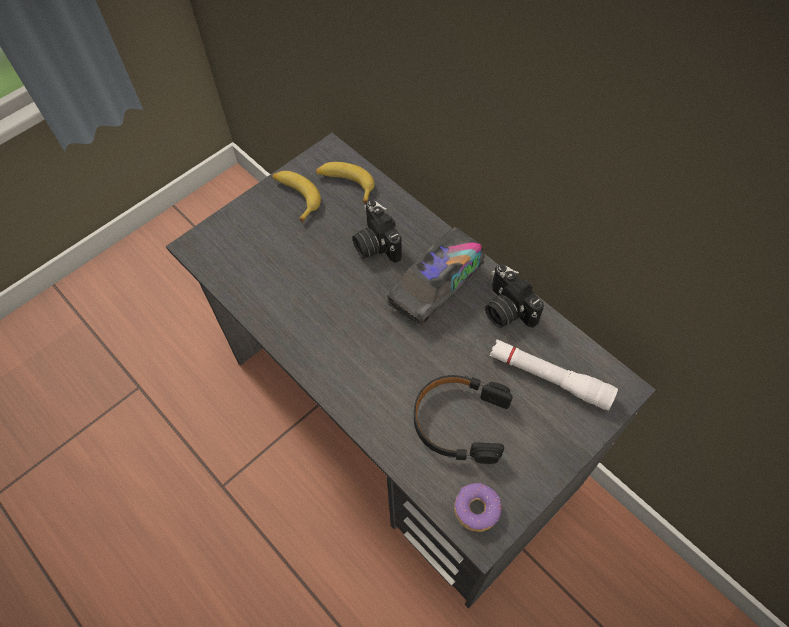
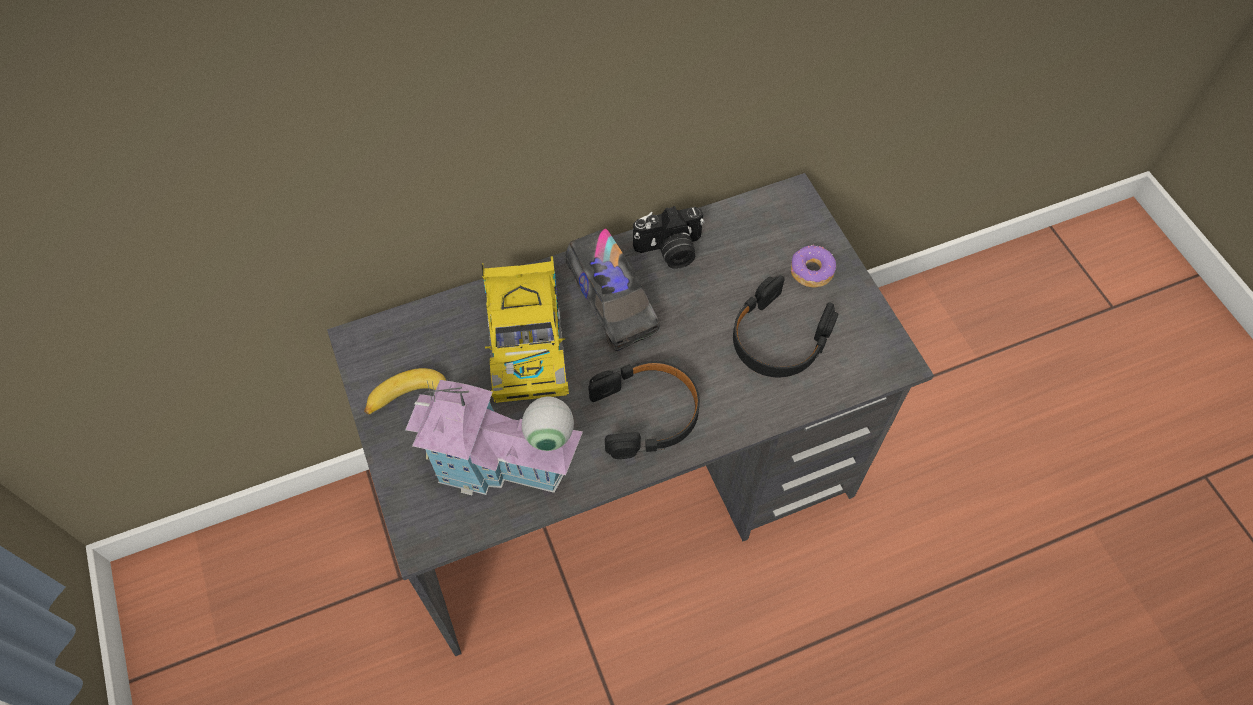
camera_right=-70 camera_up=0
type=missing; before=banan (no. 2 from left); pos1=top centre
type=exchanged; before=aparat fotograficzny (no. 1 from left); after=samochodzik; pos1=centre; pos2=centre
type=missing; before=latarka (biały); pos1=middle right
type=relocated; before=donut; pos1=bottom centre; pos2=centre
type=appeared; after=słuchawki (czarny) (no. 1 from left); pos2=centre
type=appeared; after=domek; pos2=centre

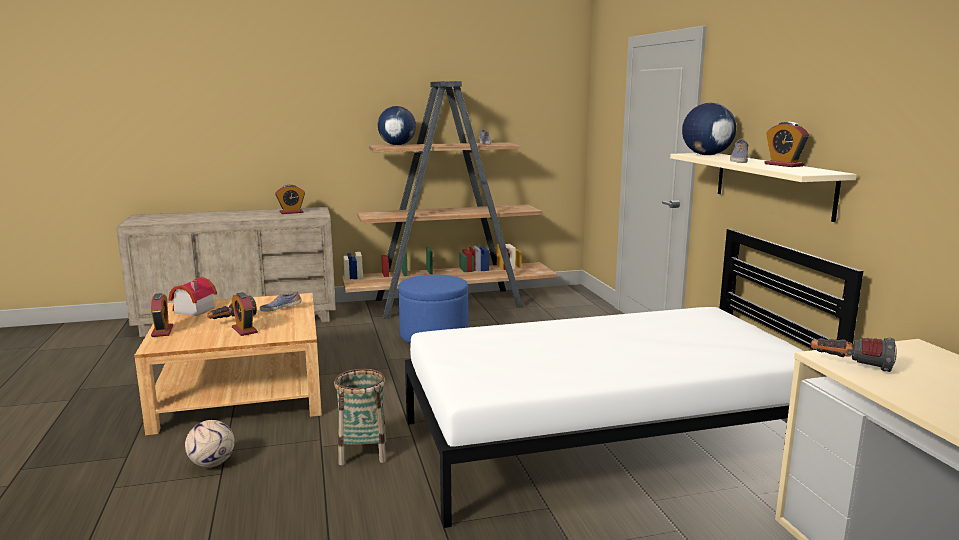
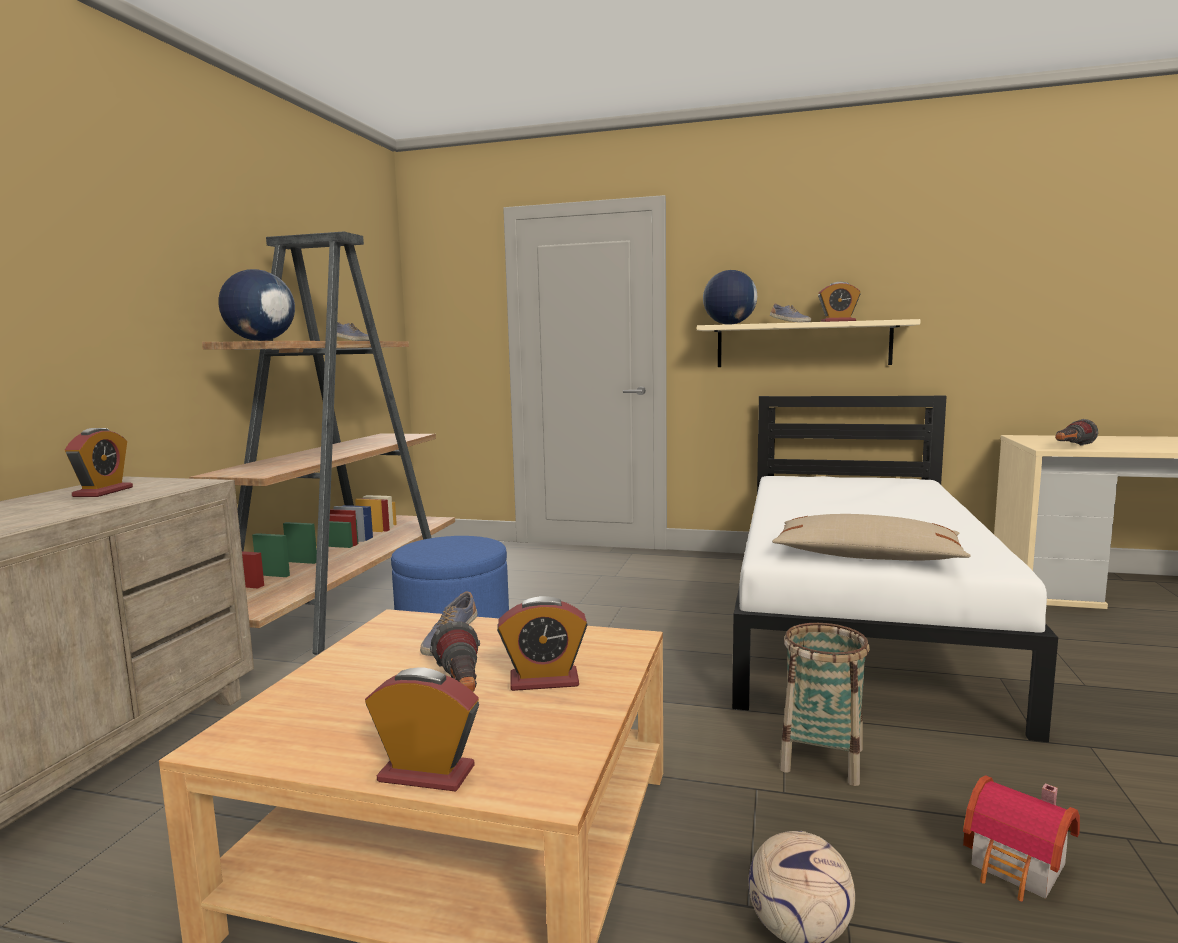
camera_right=-60 camera_up=-5
type=relocated; before=domek; pos1=middle left; pos2=bottom right
type=appeared; after=poduszka (beżowy); pos2=middle right

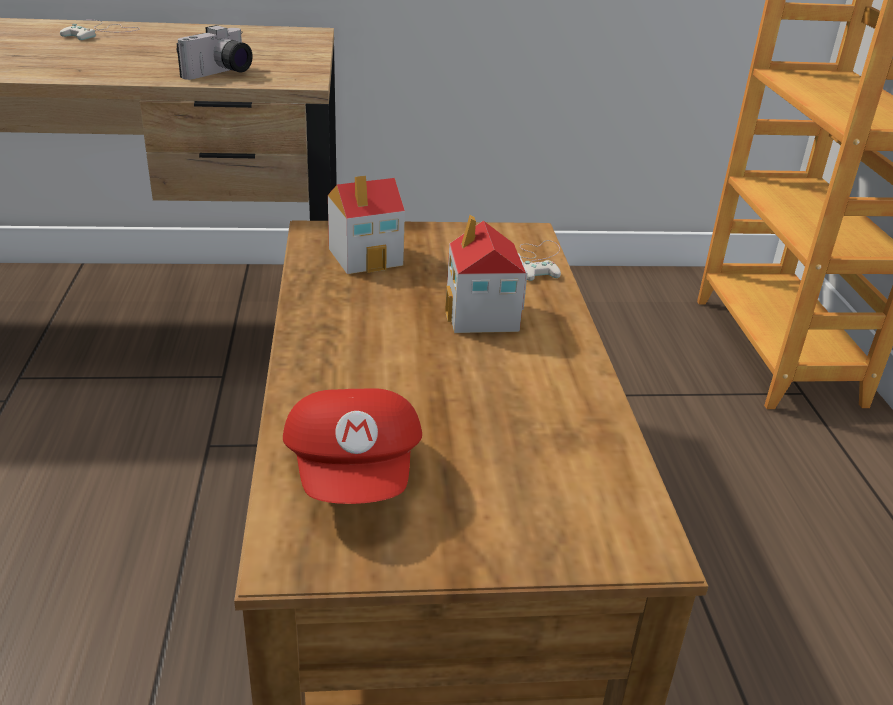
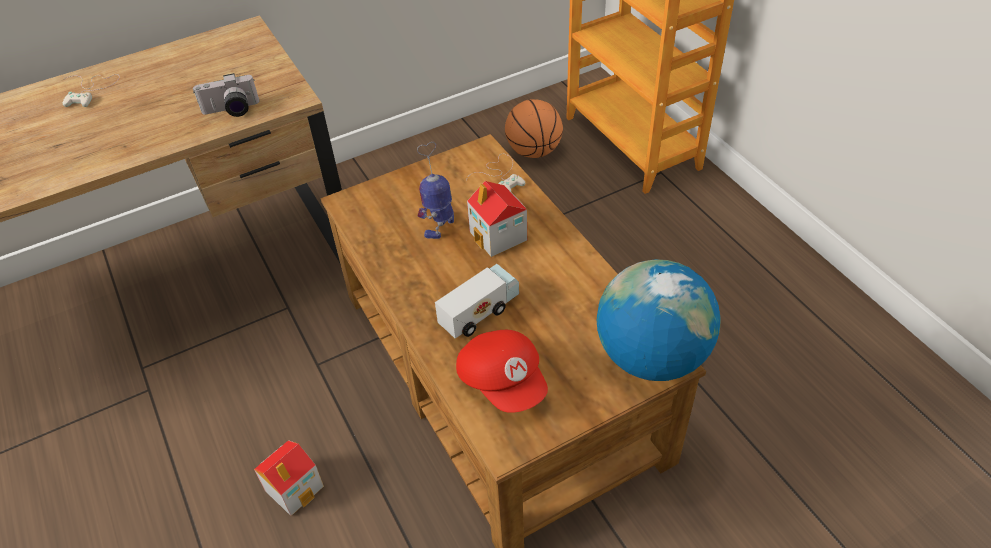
camera_right=-20 camera_up=15
type=spun; before=aparat fotograficzny; pos1=top left; pos2=top left; turn=60
type=relocated; before=domek (no. 1 from left); pos1=top centre; pos2=bottom left
type=appeared; after=piłka do koszykówki; pos2=top centre
type=appeared; after=robot zabawkowy; pos2=centre
type=appeared; after=globus; pos2=centre
type=appeared; after=ciężarówka zabawkowa; pos2=centre

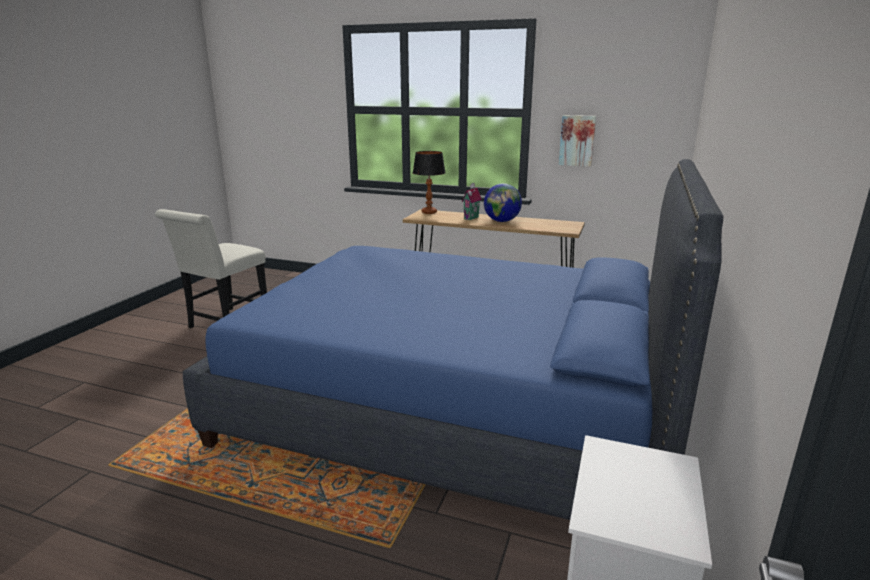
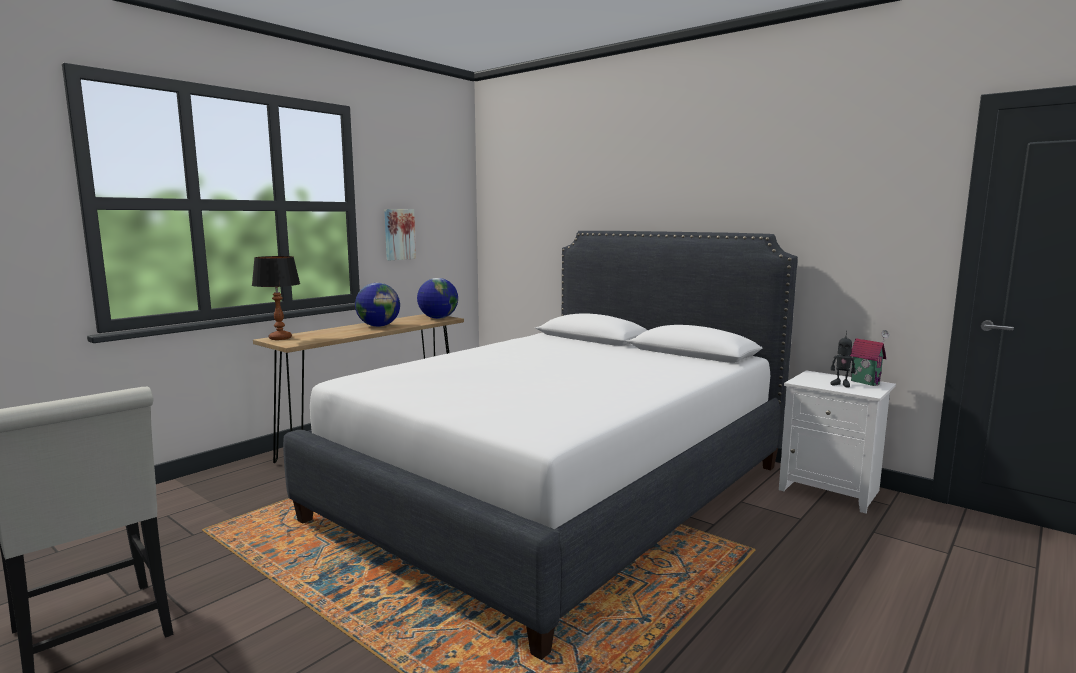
camera_right=-70 camera_up=-10
type=colour; before=łóżko (niebieski); after=łóżko (biały); pos1=centre; pos2=centre
type=relocated; before=domek; pos1=centre; pos2=middle right
type=appeared; after=globus (no. 2 from left); pos2=centre
type=appeared; after=robot zabawkowy; pos2=middle right

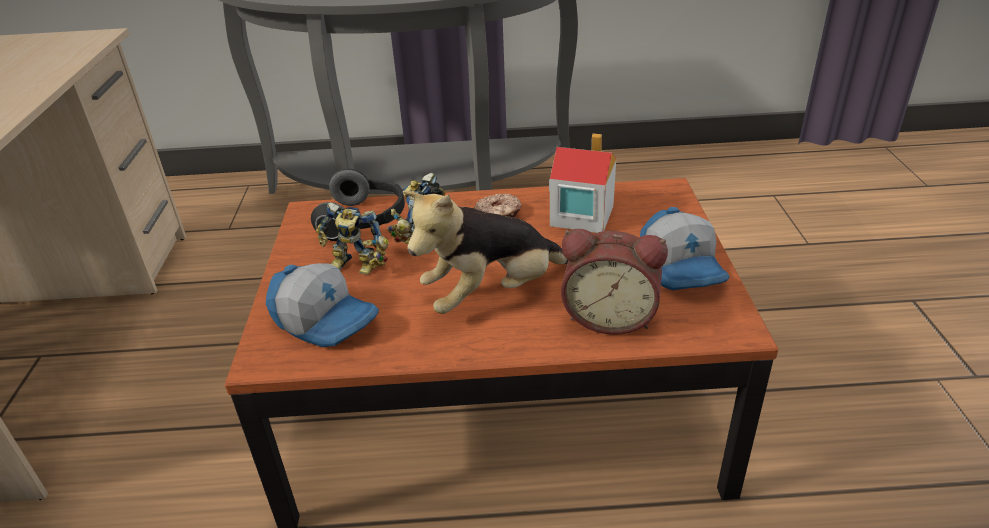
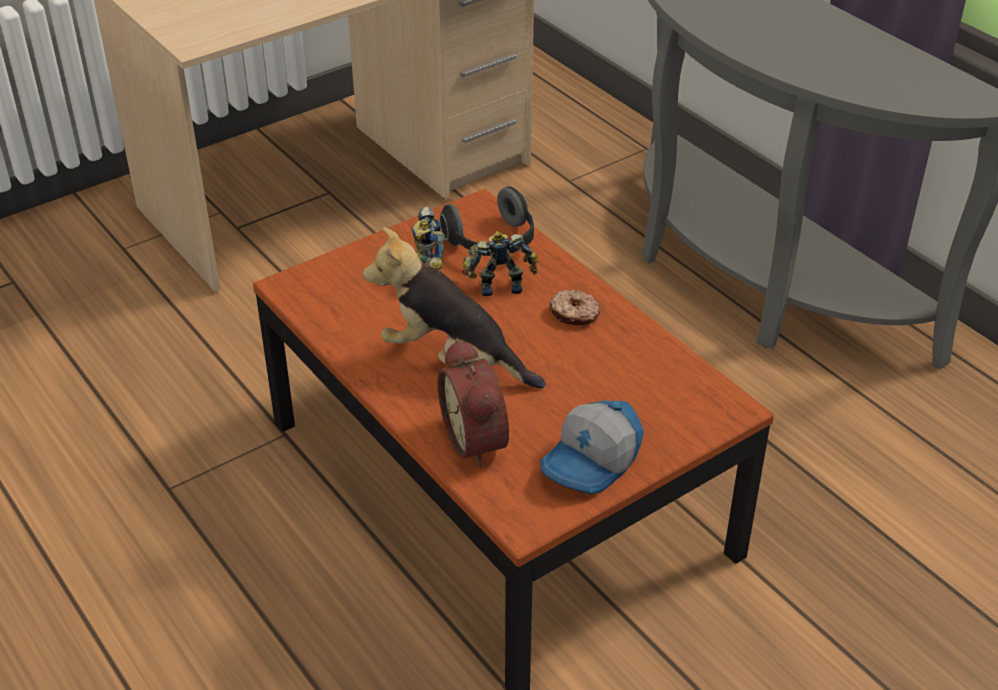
camera_right=55 camera_up=5
type=missing; before=domek; pos1=centre
type=missing; before=czapka z daszkiem (no. 1 from left); pos1=middle left

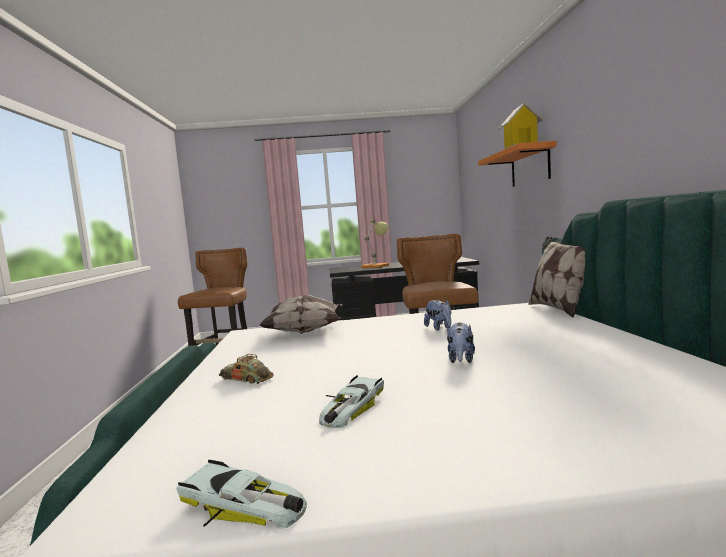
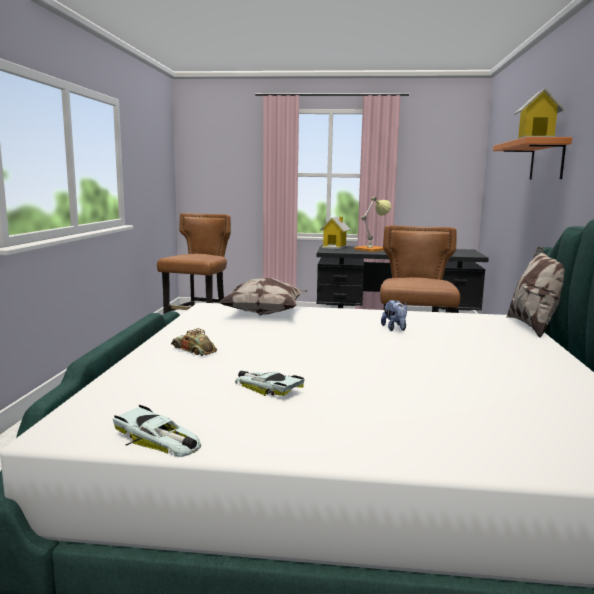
camera_right=10 camera_up=5
type=missing; before=pluszak (no. 2 from left); pos1=centre
type=spun; before=samochodzik (no. 3 from left); pos1=bottom centre; pos2=centre; turn=90
type=appeared; after=domek (no. 1 from left); pos2=centre

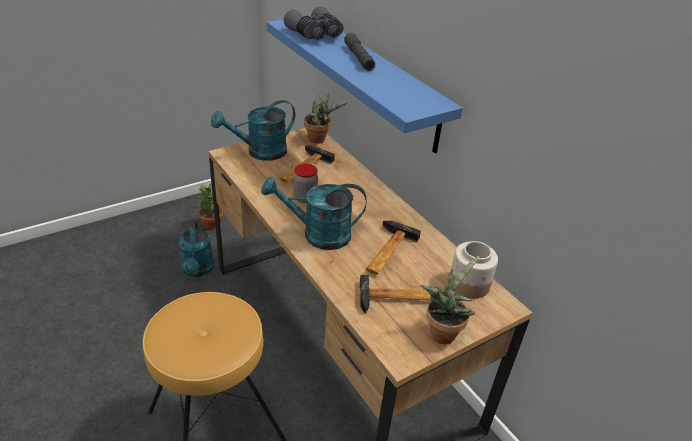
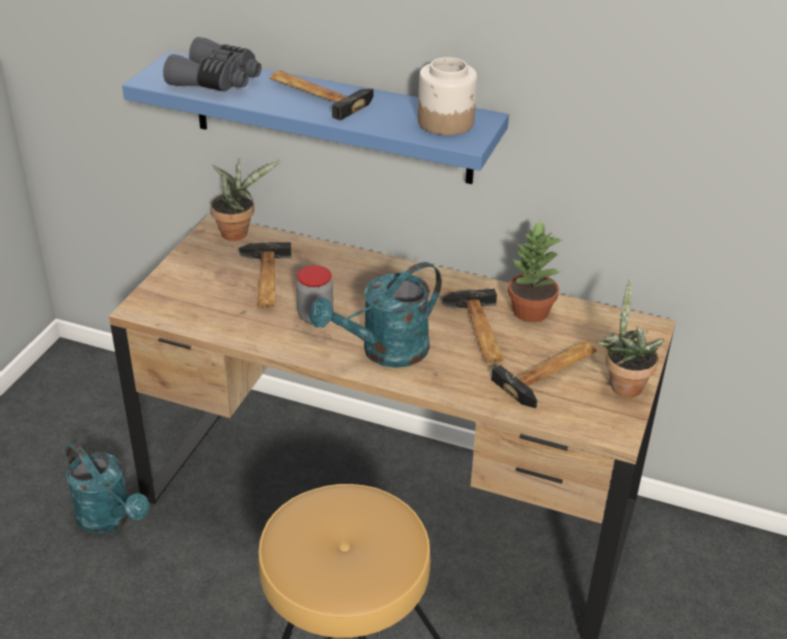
camera_right=-35 camera_up=0
type=exchanged; before=latarka (szary); after=młotek (no. 2 from left); pos1=top centre; pos2=top centre
type=missing; before=konewka (turkusowy) (no. 2 from left); pos1=top centre
type=relocated; before=roślina doniczkowa (no. 1 from left in the first image); after=roślina doniczkowa (no. 2 from left); pos1=middle left; pos2=middle right
type=relocated; before=słoik (no. 2 from left); pos1=middle right; pos2=top centre

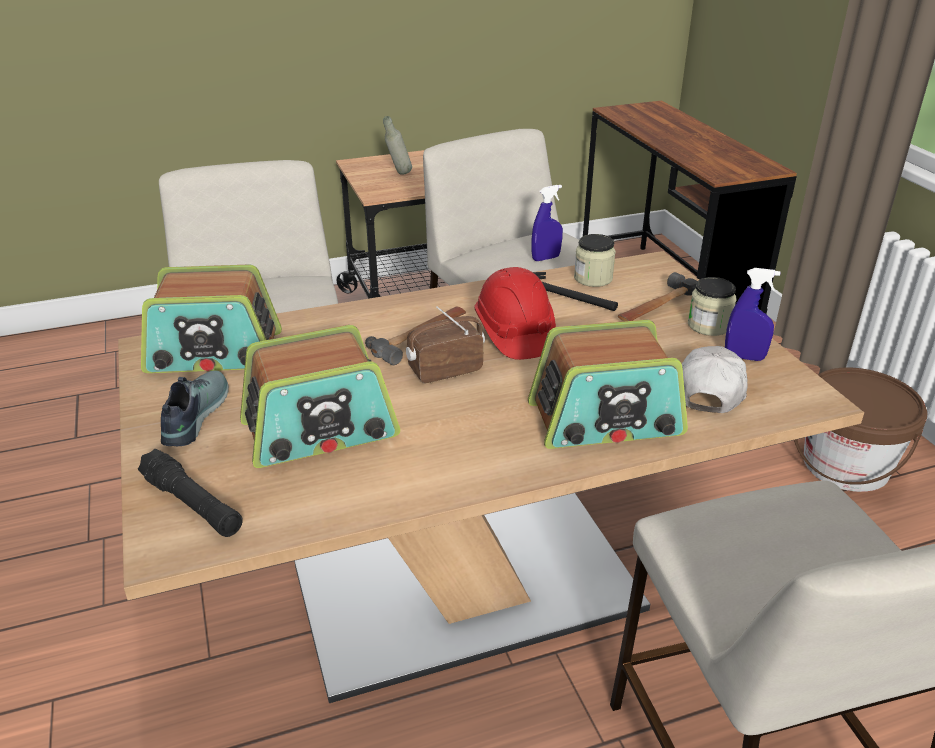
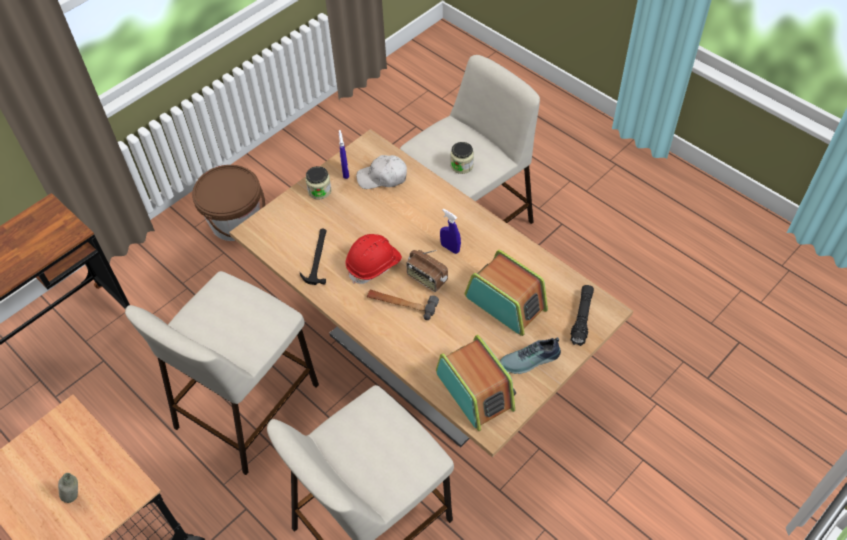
camera_right=-115 camera_up=20
type=relocated; before=spryskiwacz (niebieski) (no. 1 from left in the first image); after=spryskiwacz (niebieski) (no. 2 from left); pos1=top centre; pos2=centre
type=relocated; before=słoik (no. 1 from left in the first image); after=słoik (no. 2 from left); pos1=centre; pos2=top centre
type=missing; before=młotek (no. 3 from left); pos1=middle right
type=missing; before=radio (no. 4 from left); pos1=centre

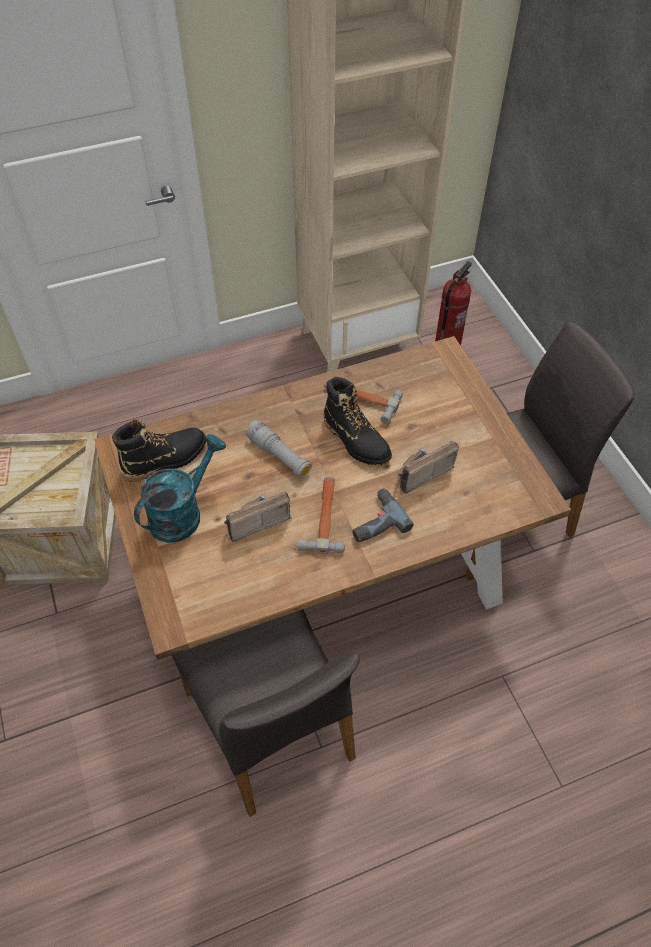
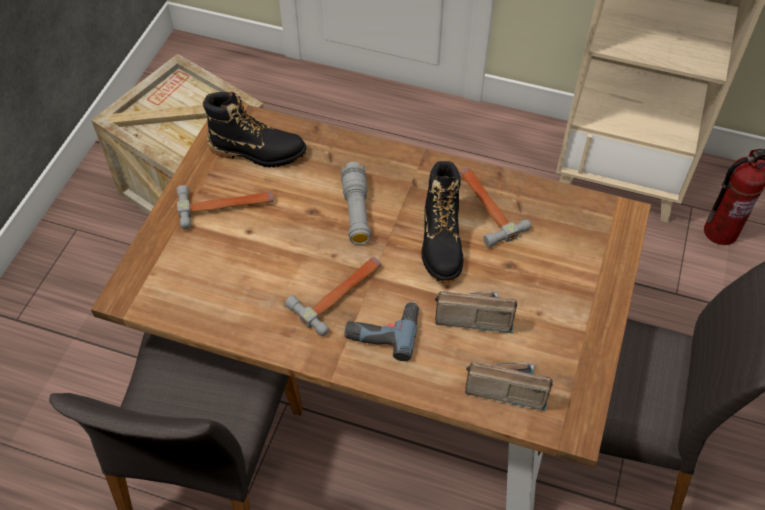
camera_right=40 camera_up=0
type=exchanged; before=konewka (turkusowy); after=młotek (no. 1 from left); pos1=middle left; pos2=middle left
type=relocated; before=radio (no. 1 from left in the first image); after=radio (no. 2 from left); pos1=centre; pos2=bottom centre

